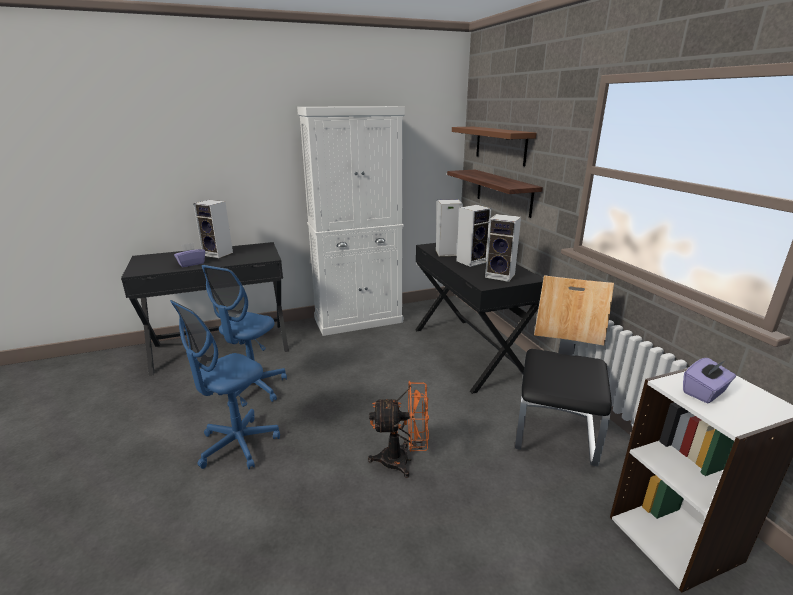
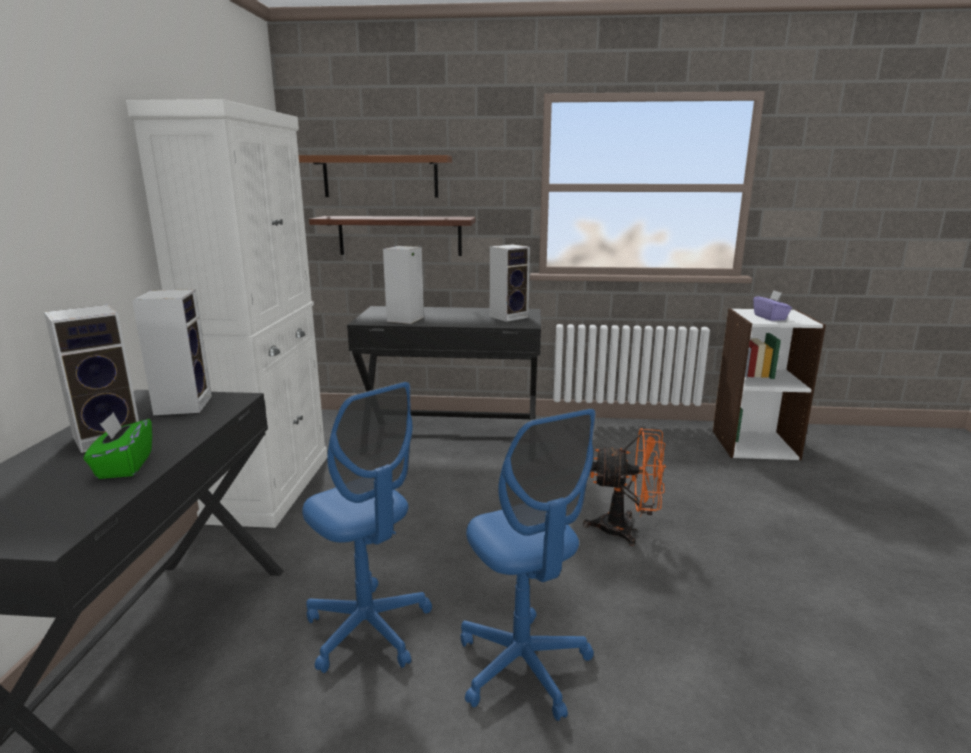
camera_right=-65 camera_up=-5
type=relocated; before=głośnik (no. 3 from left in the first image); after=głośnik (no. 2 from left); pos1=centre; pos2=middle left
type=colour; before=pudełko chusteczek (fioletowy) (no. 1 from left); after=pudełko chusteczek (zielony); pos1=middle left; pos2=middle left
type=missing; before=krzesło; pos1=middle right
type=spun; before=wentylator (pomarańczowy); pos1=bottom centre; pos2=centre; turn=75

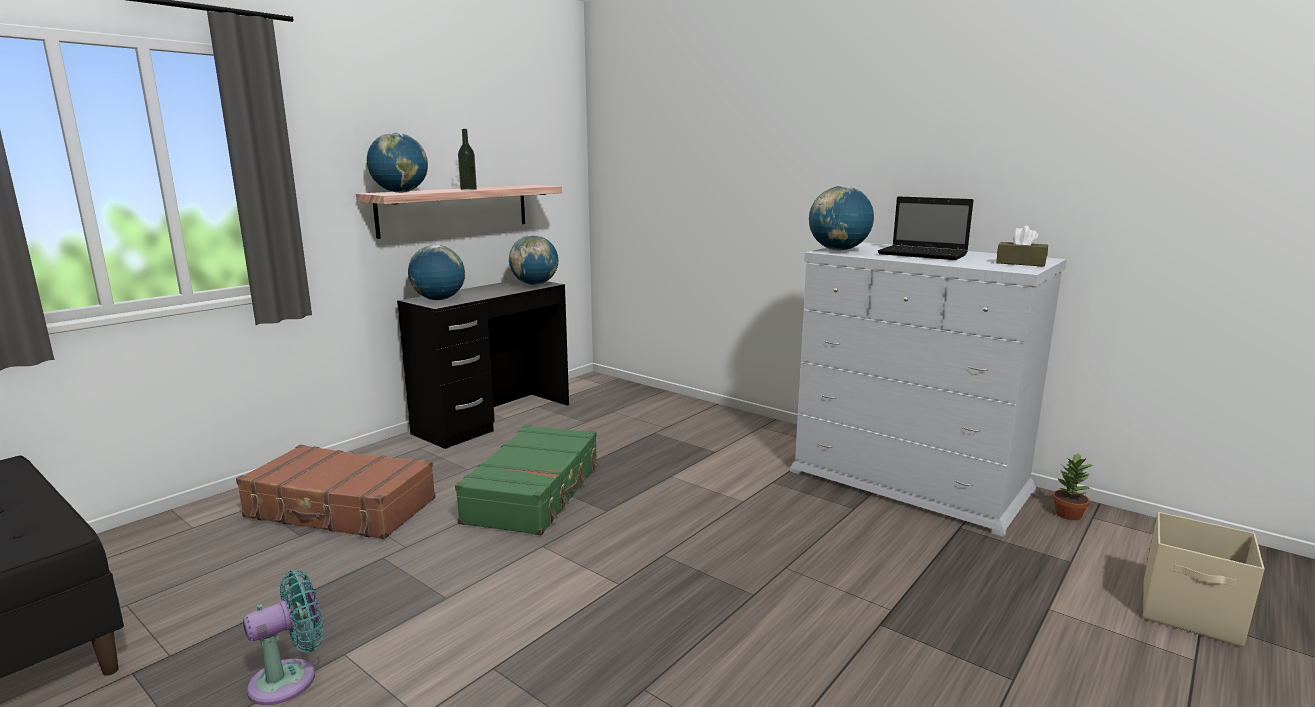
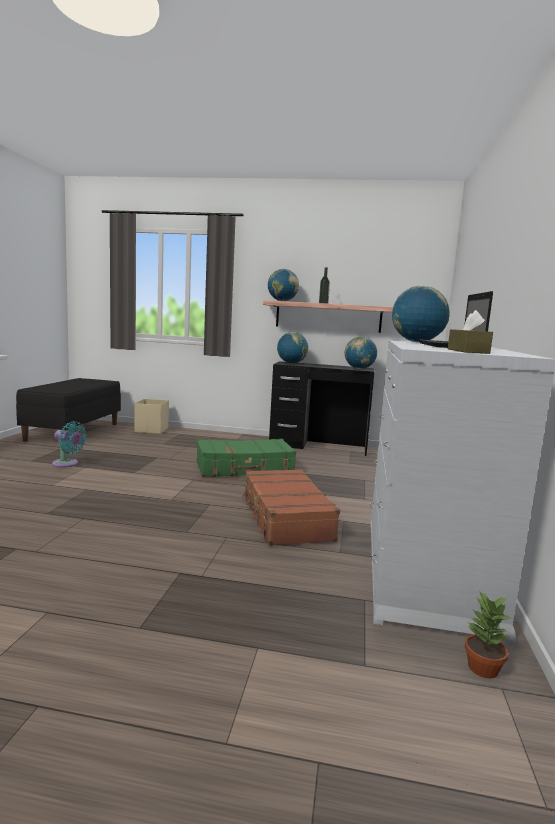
camera_right=60 camera_up=-5
type=relocated; before=walizka (brązowy); pos1=bottom left; pos2=centre
type=relocated; before=pojemnik do przechowywania (beżowy); pos1=bottom right; pos2=middle left

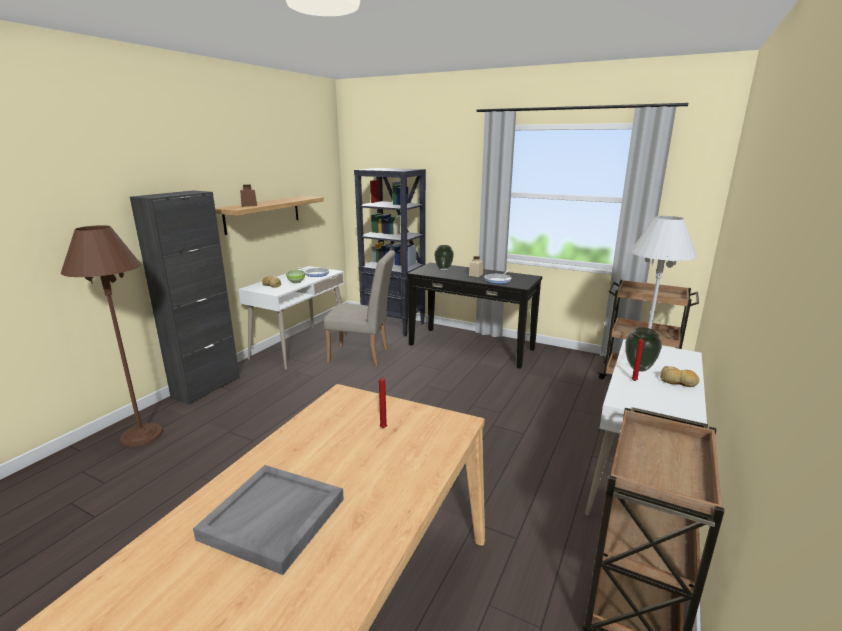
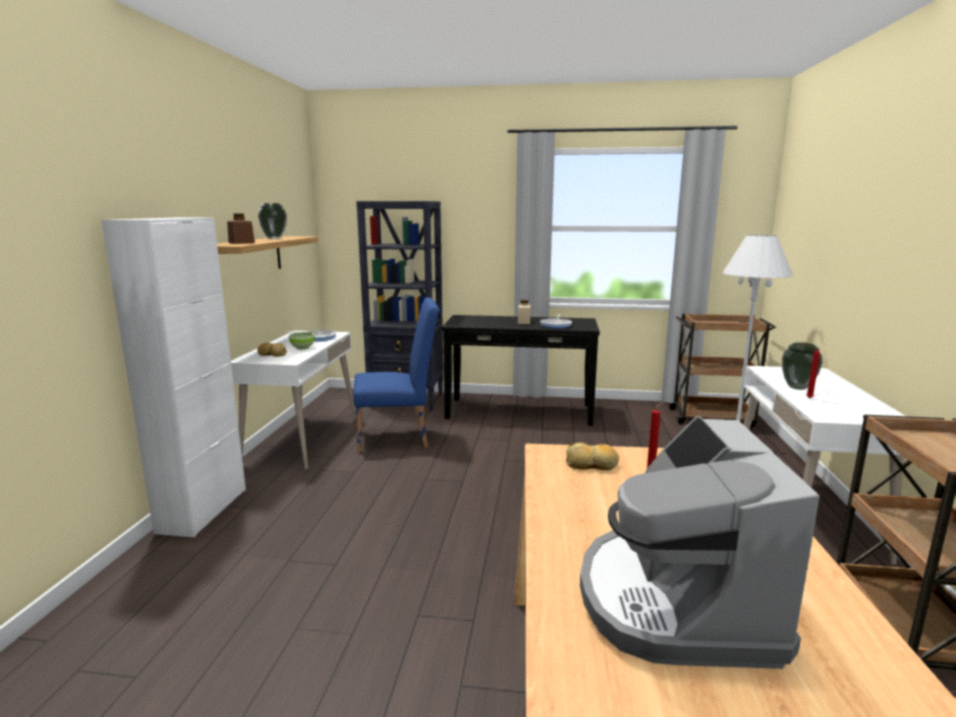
camera_right=-20 camera_up=-5
type=colour; before=szafka (czarny); after=szafka (biały); pos1=middle left; pos2=middle left
type=missing; before=lampa stojąca (brązowy); pos1=middle left
type=relocated; before=wazon (no. 1 from left); pos1=centre; pos2=top left
type=colour; before=krzesło (beżowy); after=krzesło (niebieski); pos1=centre; pos2=centre
type=relocated; before=chleb (no. 2 from left); pos1=middle right; pos2=centre
type=exchanged; before=taca (szary); after=ekspres do kawy; pos1=bottom left; pos2=bottom right

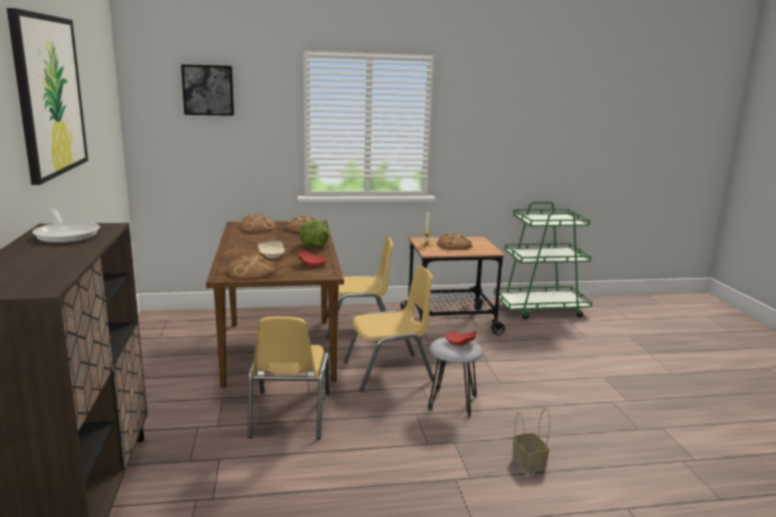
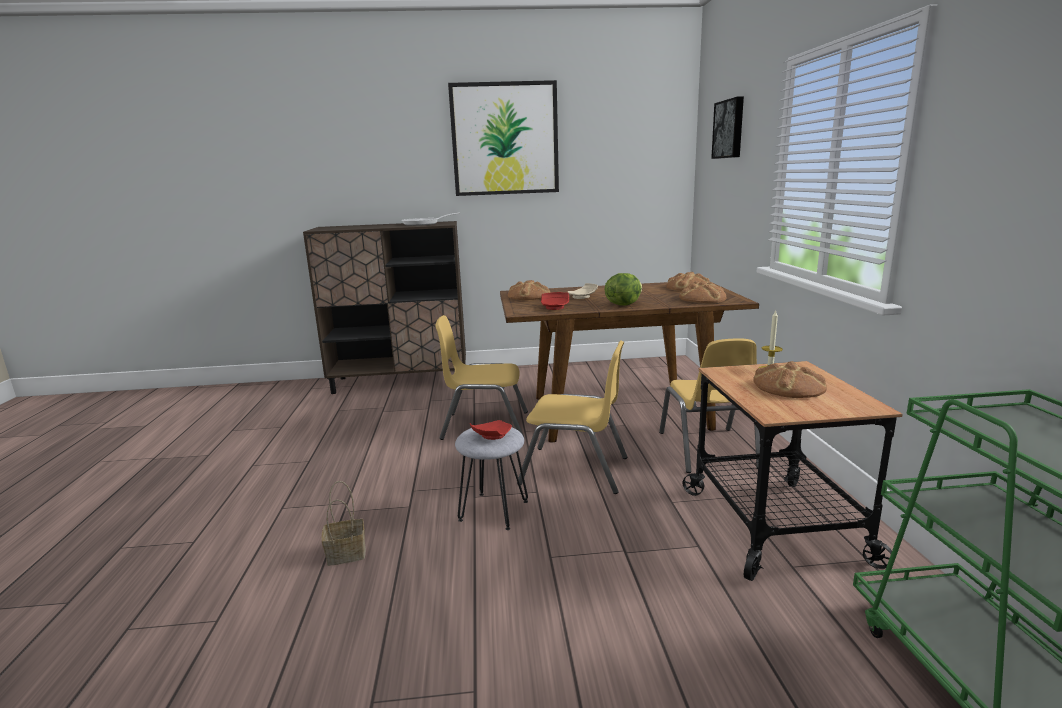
camera_right=95 camera_up=0
type=spun; before=krzesło (żółty) (no. 3 from left in the first image); pos1=centre; pos2=centre; turn=-60

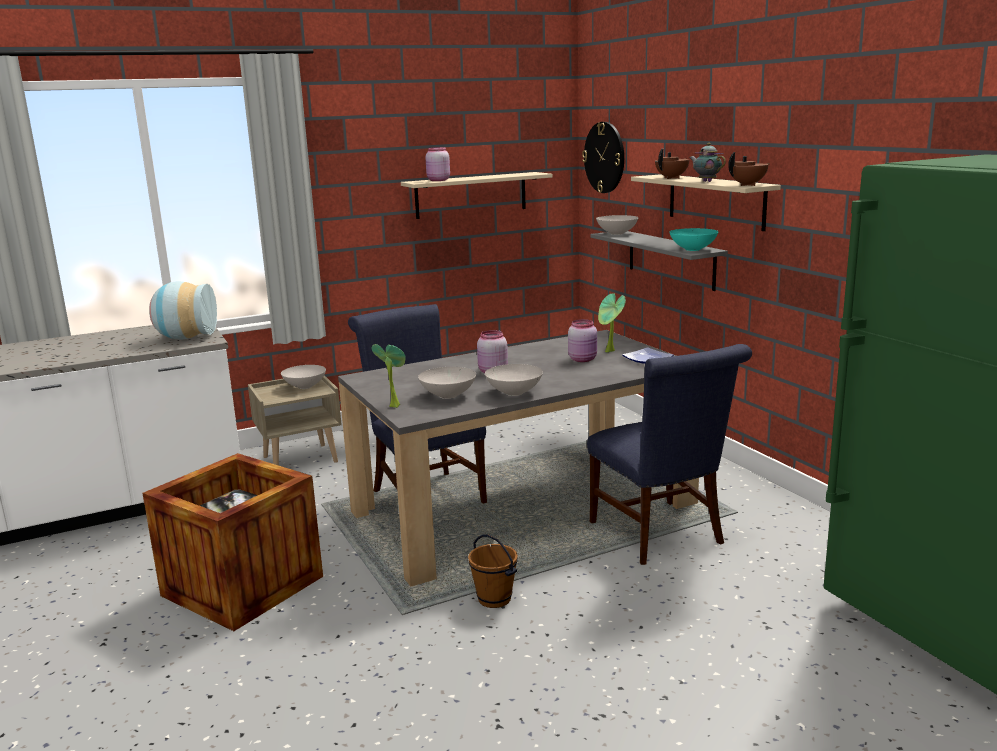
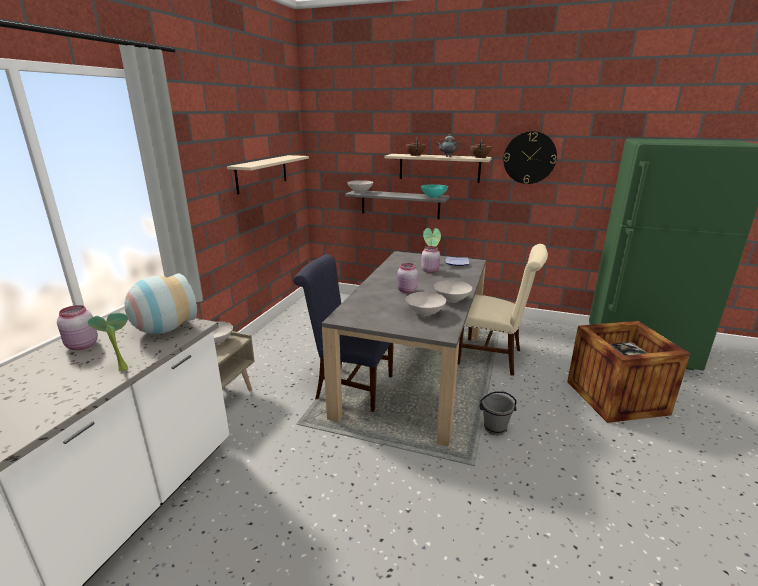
camera_right=-45 camera_up=5
type=relocated; before=zegar ścienny; pos1=top centre; pos2=top right
type=relocated; before=słoik (różowy) (no. 1 from left); pos1=top centre; pos2=middle left
type=relocated; before=roślina doniczkowa (no. 1 from left); pos1=centre; pos2=middle left
type=colour; before=krzesło (niebieski) (no. 2 from left); after=krzesło (beżowy); pos1=middle right; pos2=centre
type=relocated; before=skrzynka; pos1=bottom left; pos2=middle right
type=colour; before=wiadro (brązowy); after=wiadro (szary); pos1=bottom centre; pos2=bottom centre

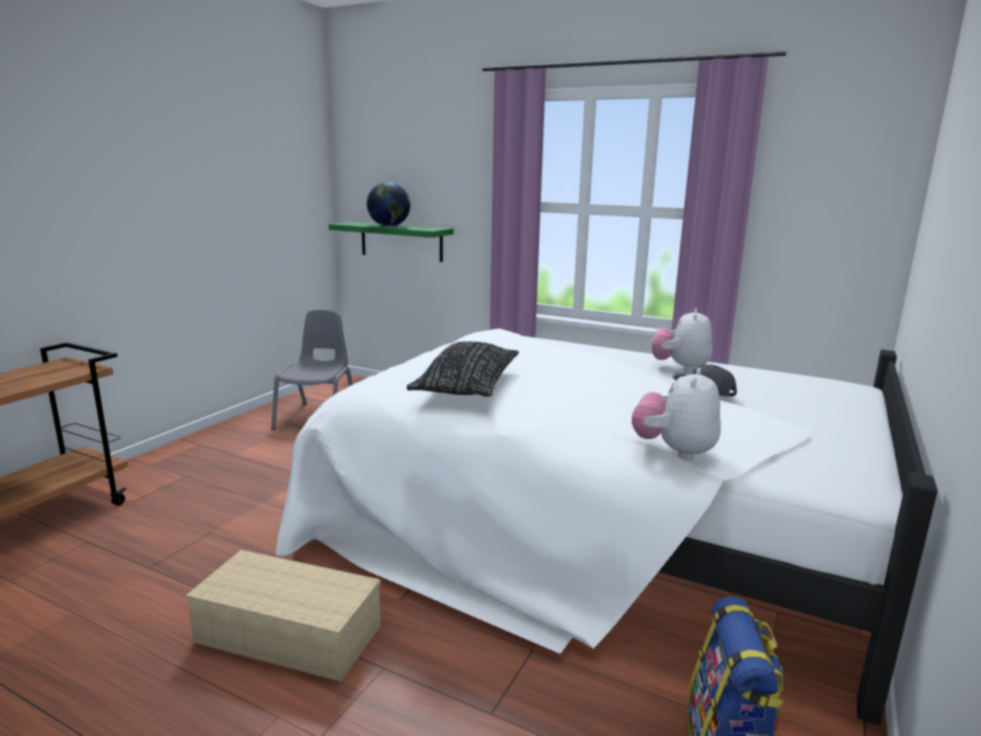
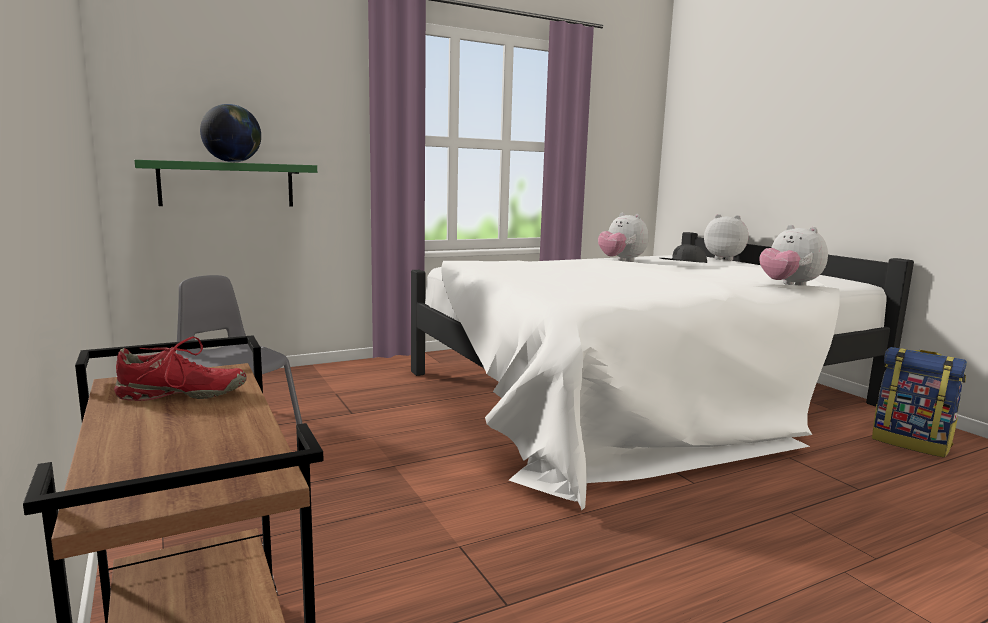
camera_right=-55 camera_up=-5
type=missing; before=poduszka (czarny); pos1=centre
type=missing; before=pojemnik do przechowywania (beżowy); pos1=bottom left
type=appeared; after=pluszak (no. 2 from left); pos2=middle right
type=appeared; after=but (czerwony); pos2=middle left

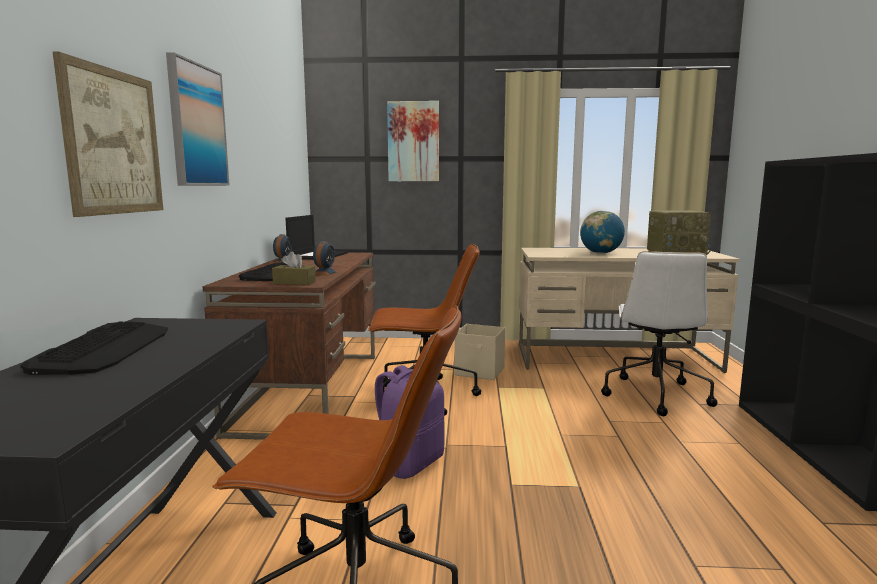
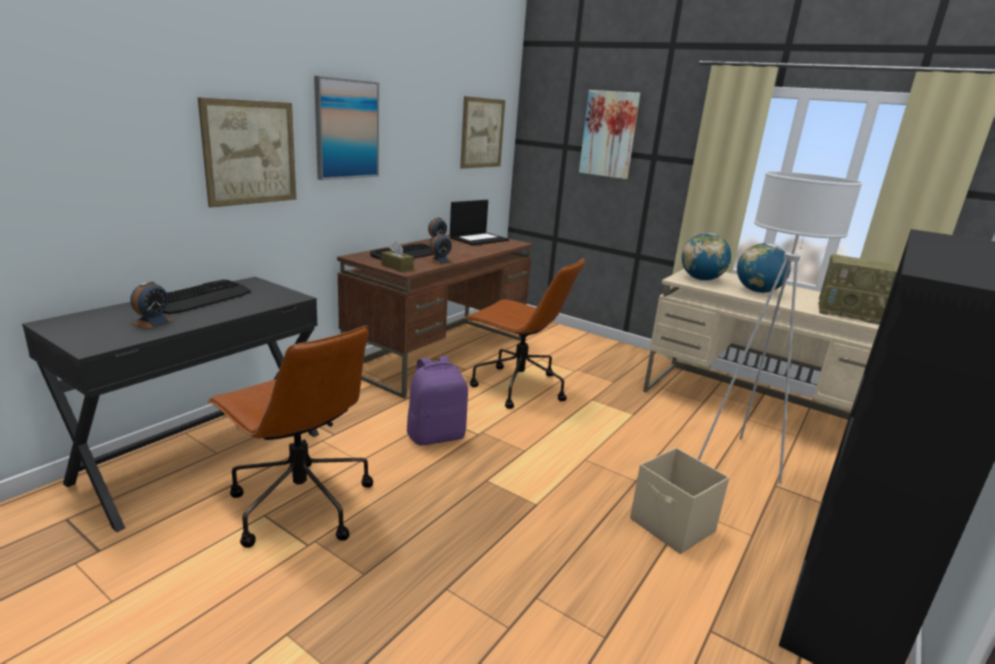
camera_right=30 camera_up=10
type=exchanged; before=krzesło biurowe (biały); after=lampa stojąca (biały); pos1=middle right; pos2=middle right
type=relocated; before=pojemnik do przechowywania (beżowy); pos1=centre; pos2=bottom right
type=appeared; after=obraz (no. 3 from left); pos2=top centre
type=appeared; after=globus (no. 1 from left); pos2=middle right
type=appeared; after=budzik (no. 1 from left); pos2=middle left

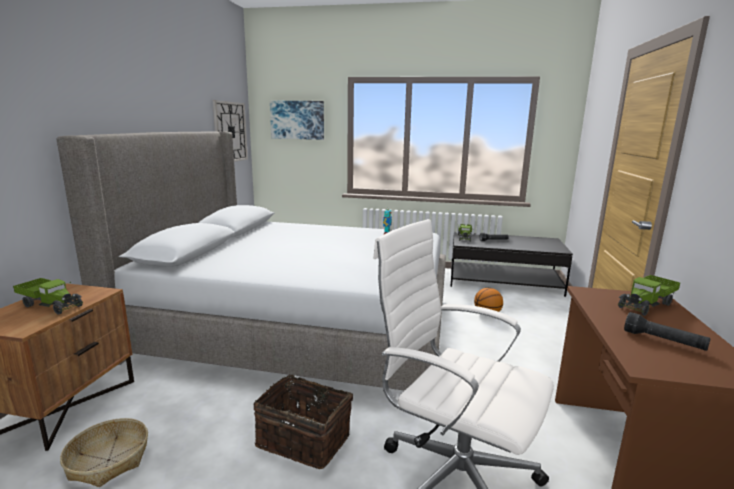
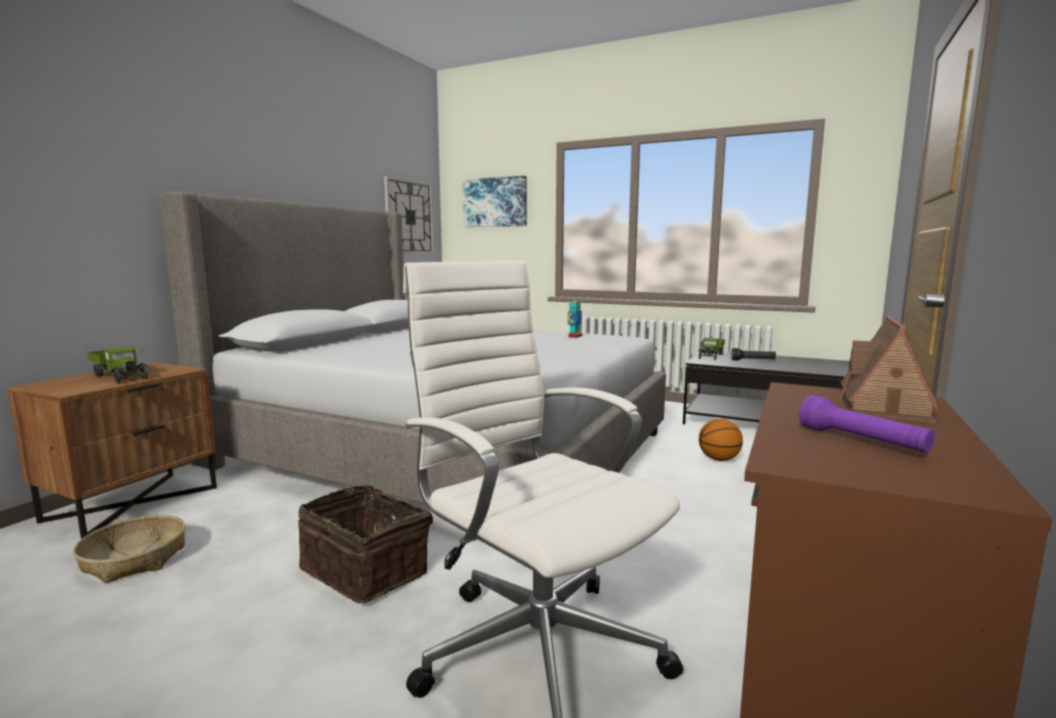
camera_right=15 camera_up=-5
type=exchanged; before=ciężarówka zabawkowa (no. 3 from left); after=domek; pos1=middle right; pos2=middle right
type=colour; before=latarka (czarny) (no. 2 from left); after=latarka (fioletowy); pos1=bottom right; pos2=middle right

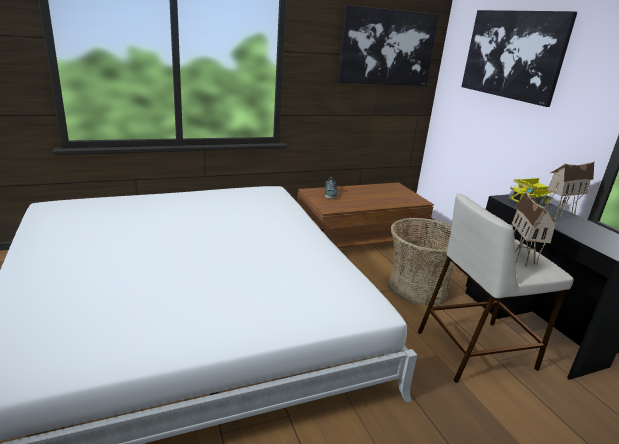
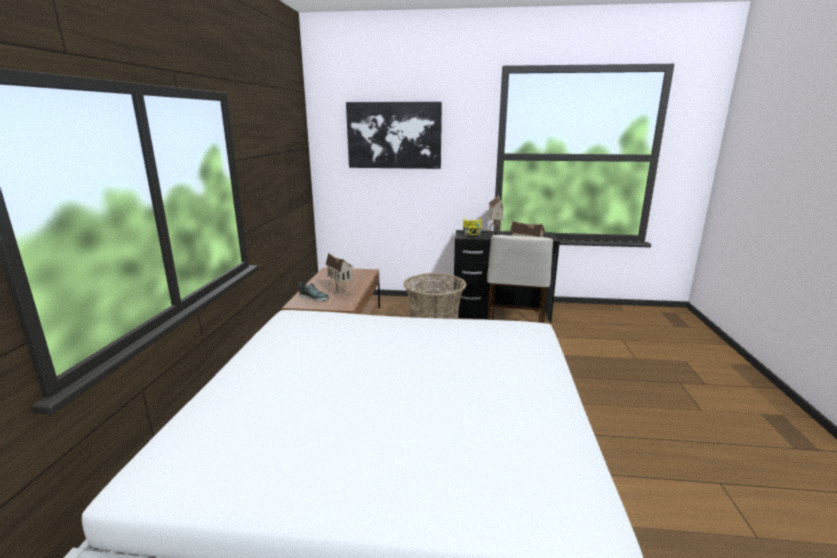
camera_right=-60 camera_up=-5
type=missing; before=obraz (no. 1 from left); pos1=top centre
type=appeared; after=domek (no. 1 from left); pos2=centre

